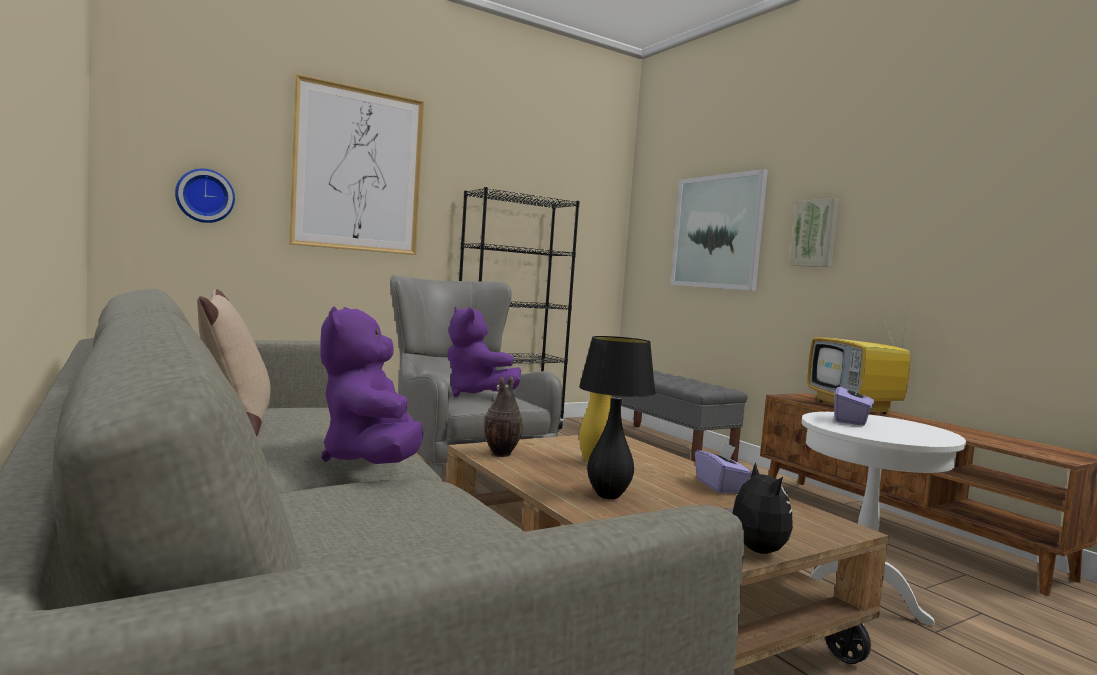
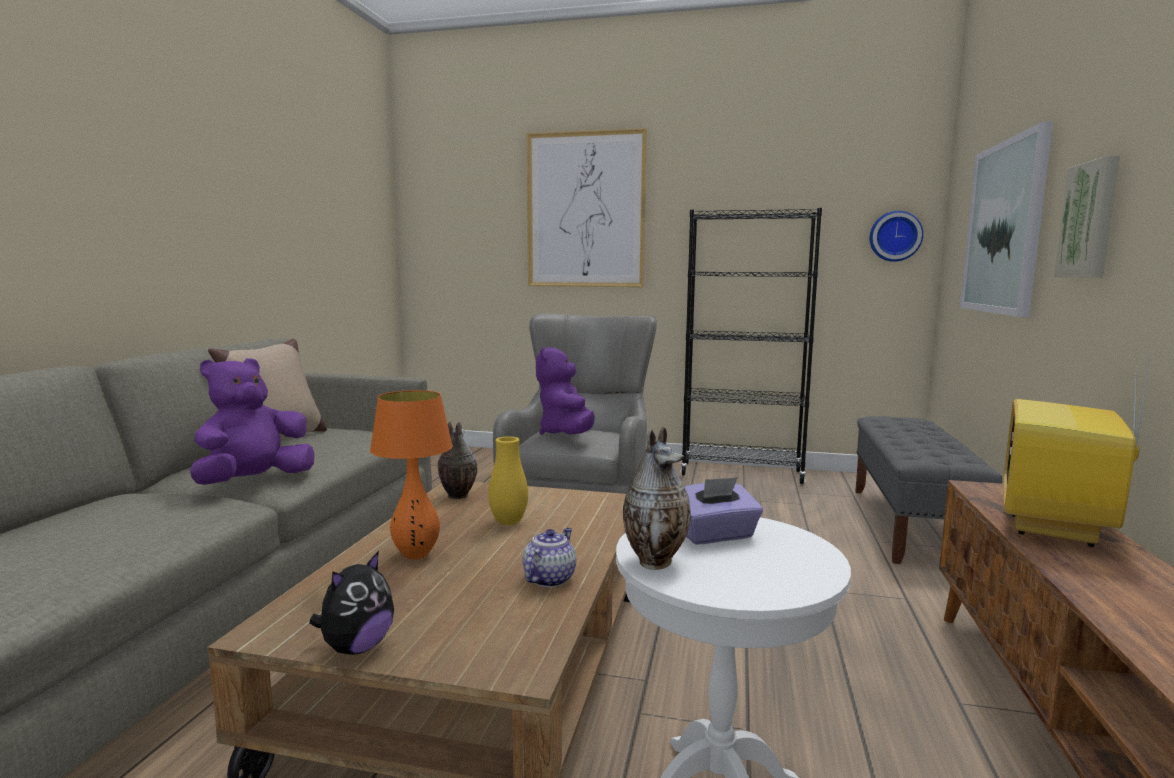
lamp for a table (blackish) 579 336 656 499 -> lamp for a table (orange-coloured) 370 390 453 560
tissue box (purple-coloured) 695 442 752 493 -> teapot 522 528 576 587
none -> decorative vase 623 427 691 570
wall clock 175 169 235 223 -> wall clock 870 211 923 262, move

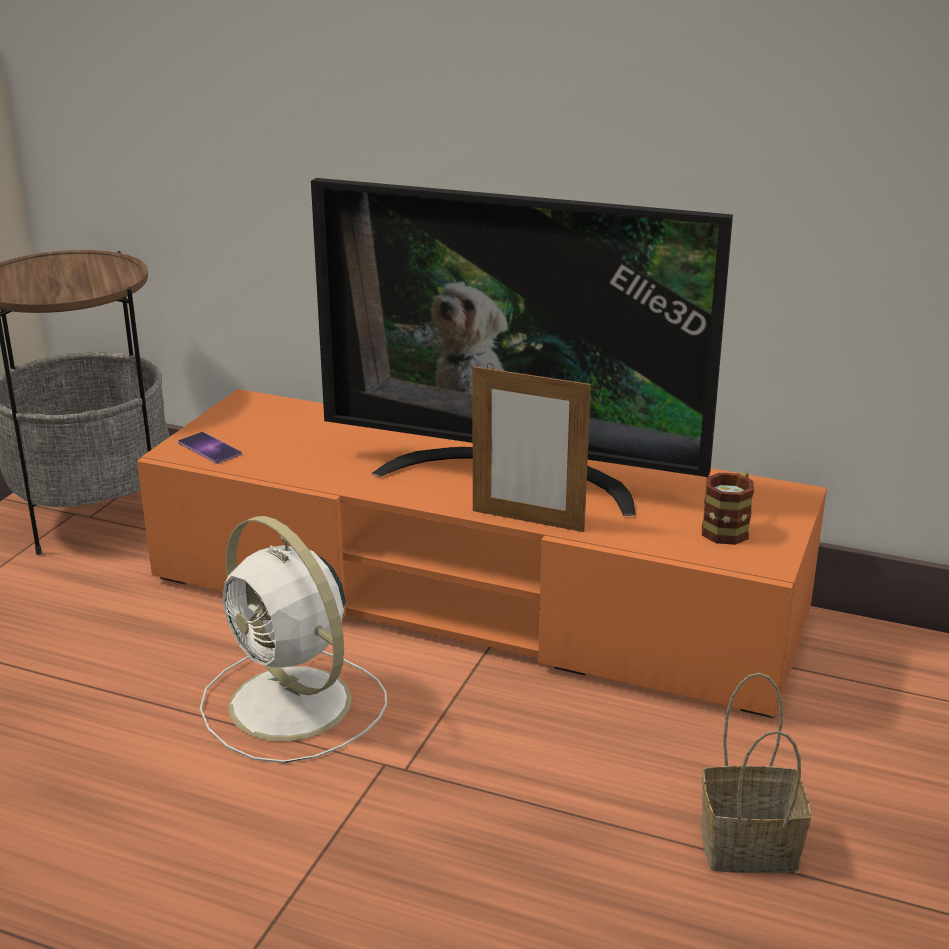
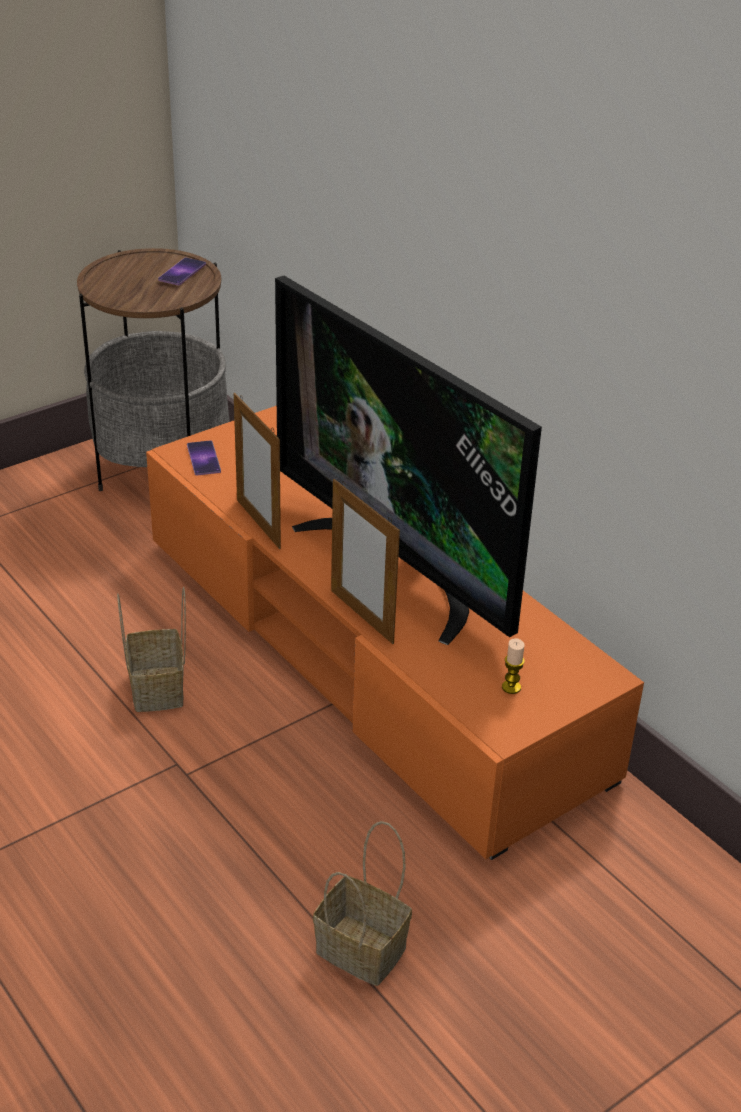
cooling fan (white) 200 516 387 763 -> basket 117 587 186 712
none -> handset 158 258 206 286
none -> standing frame 234 393 281 549
coffee mug 702 471 754 545 -> wax light 502 638 525 694

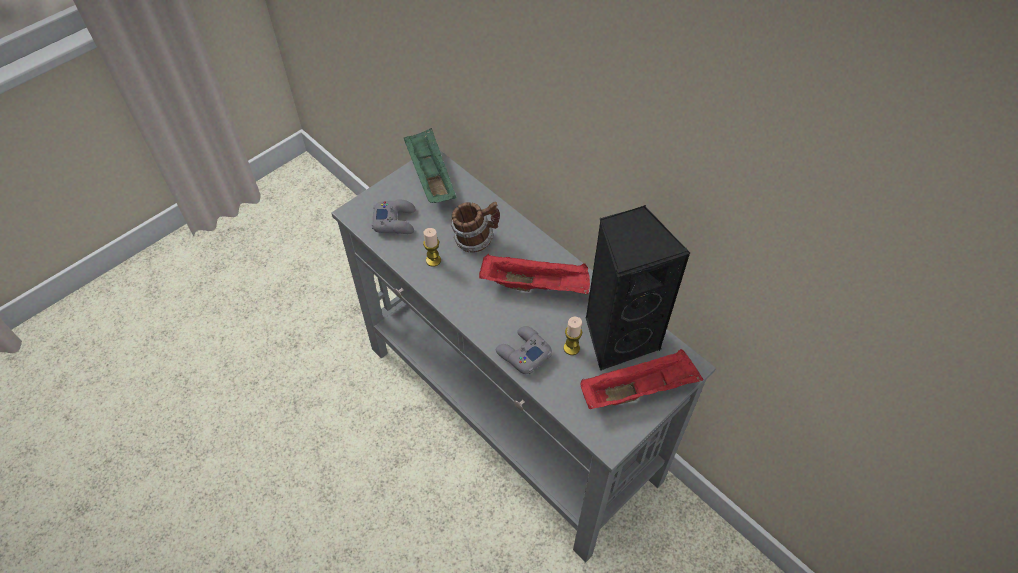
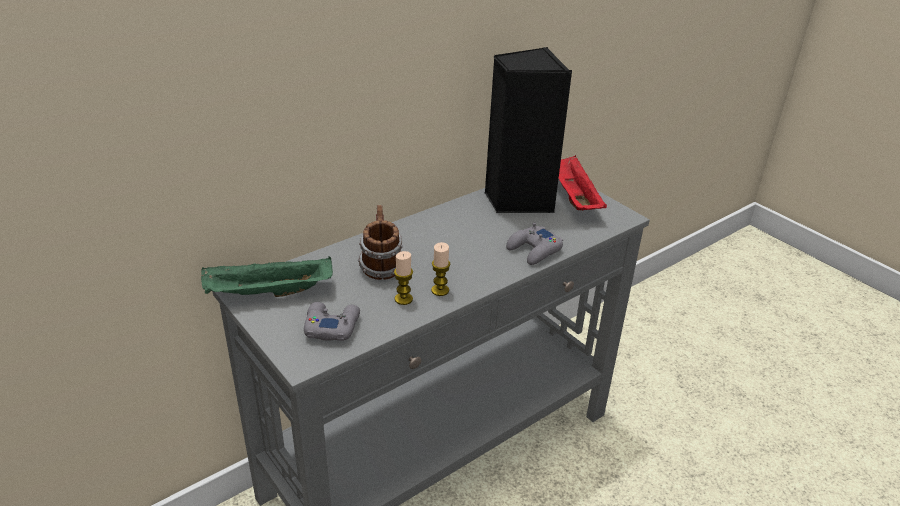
wax light 563 317 582 355 -> wax light 431 242 450 296, move
serving tray (red) 479 254 590 294 -> none

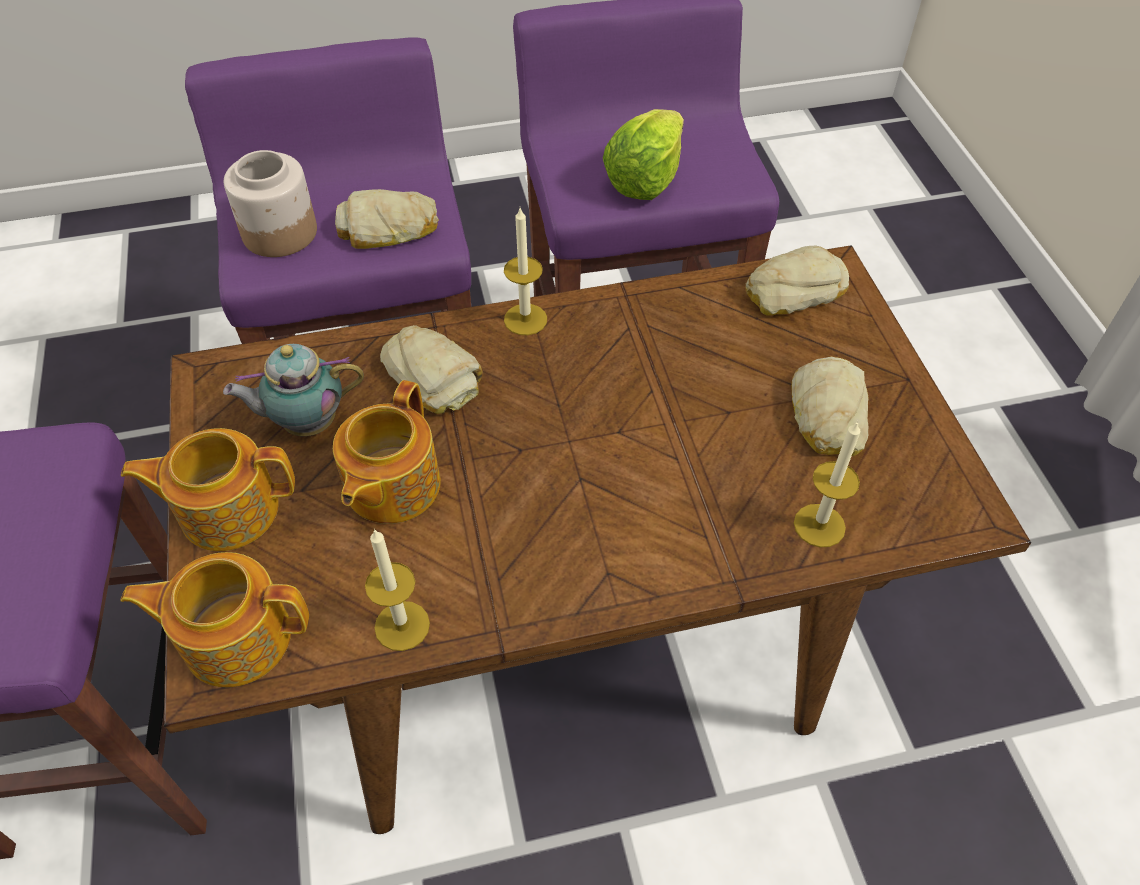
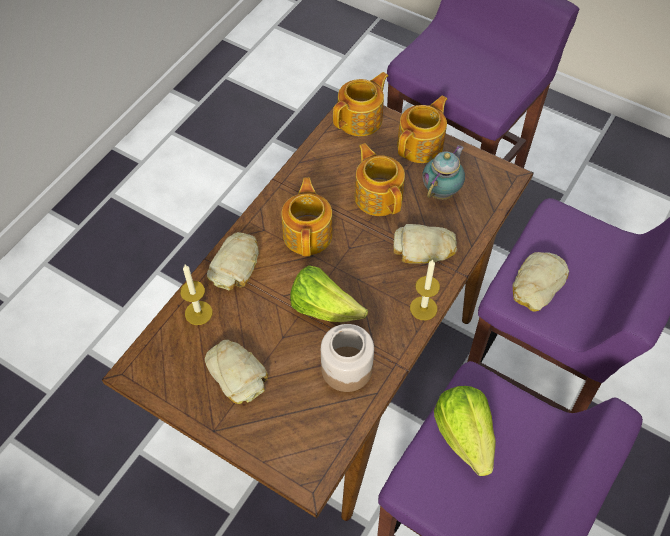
bread 746 245 849 316 -> bread 207 232 259 291, move
none -> teapot 281 178 333 256
none -> head of lettuce 290 265 368 322
jar 224 150 317 257 -> jar 321 324 374 392, move
wax light 365 529 430 651 -> none

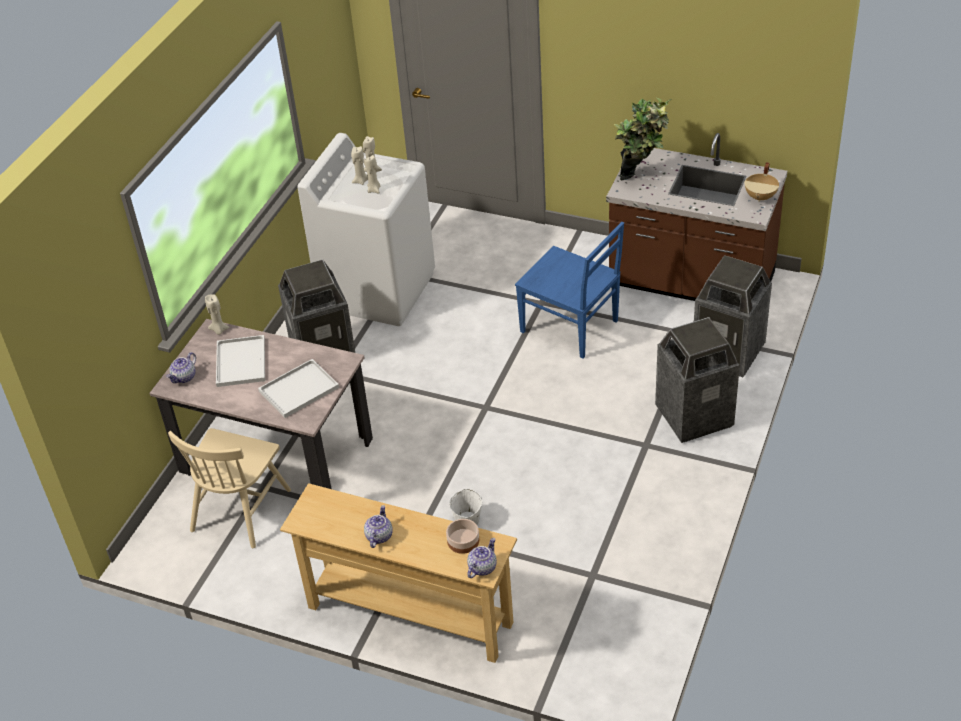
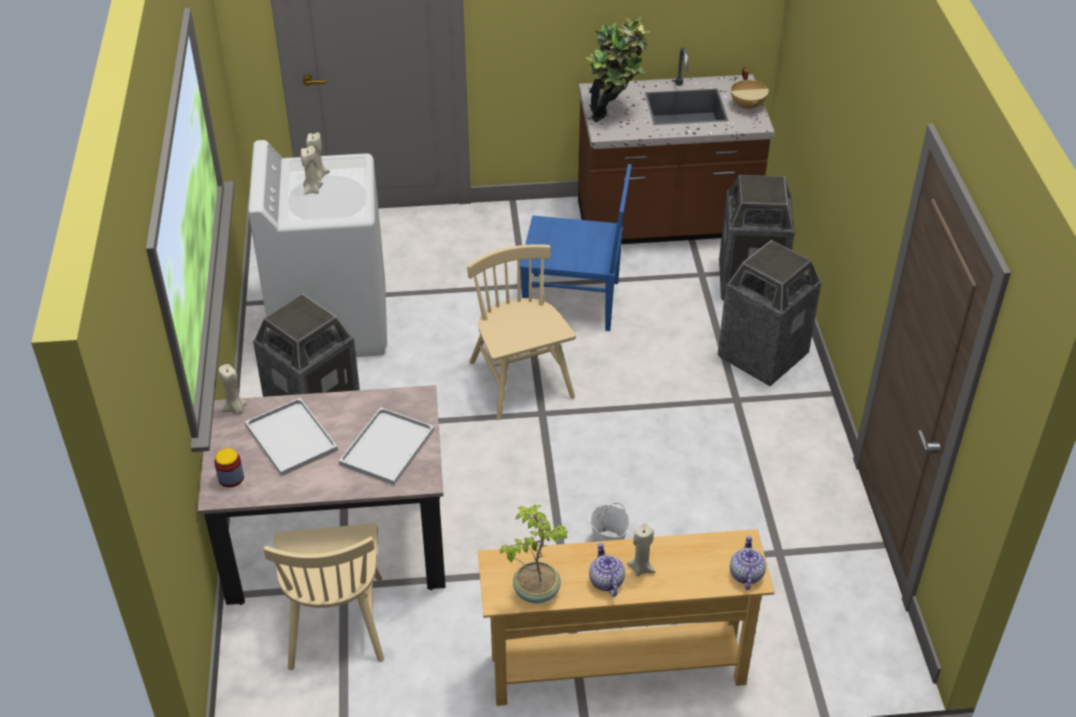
teapot 166 352 196 383 -> jar 214 448 244 487
none -> chair (sand-coloured) 467 244 576 420
none -> houseplant 500 505 568 603
wax light (sand-coloured) 364 155 381 193 -> wax light (sand-coloured) 626 523 656 576, move
bowl 446 519 479 554 -> none

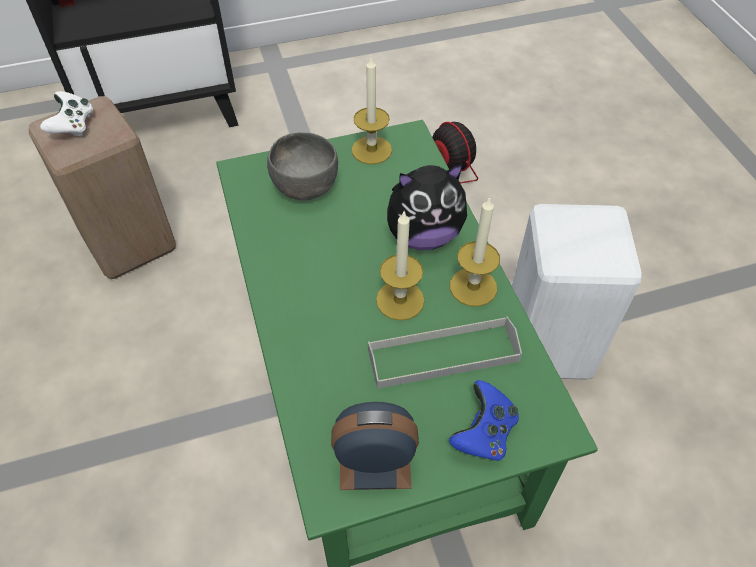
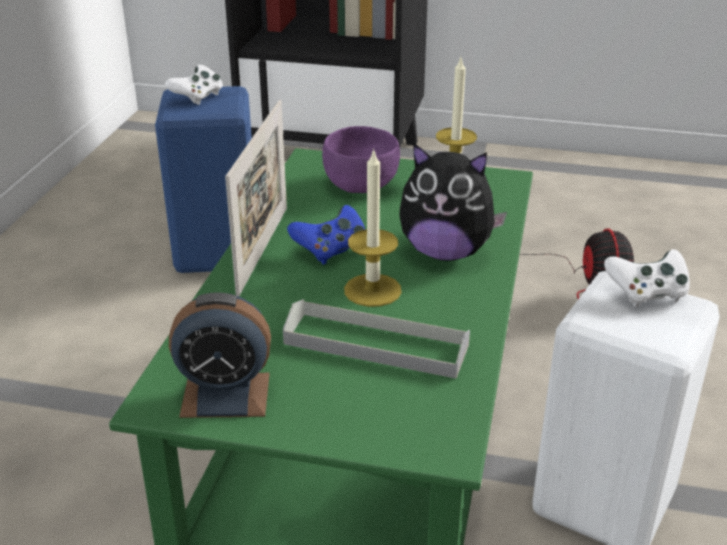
sitting stool (sand-coloured) 29 96 176 279 -> sitting stool (blue-coloured) 155 86 252 273
table clock 331 402 419 490 -> table clock 169 292 271 418, 150 degrees clockwise
none -> standing frame 225 100 287 296
joypad (blue-coloured) 449 380 519 461 -> joypad (blue-coloured) 287 205 365 265, move
bowl (gray) 267 132 338 200 -> bowl (purple-coloured) 322 126 400 193
none -> joypad (white) 604 249 690 307
wax light 450 196 500 307 -> none

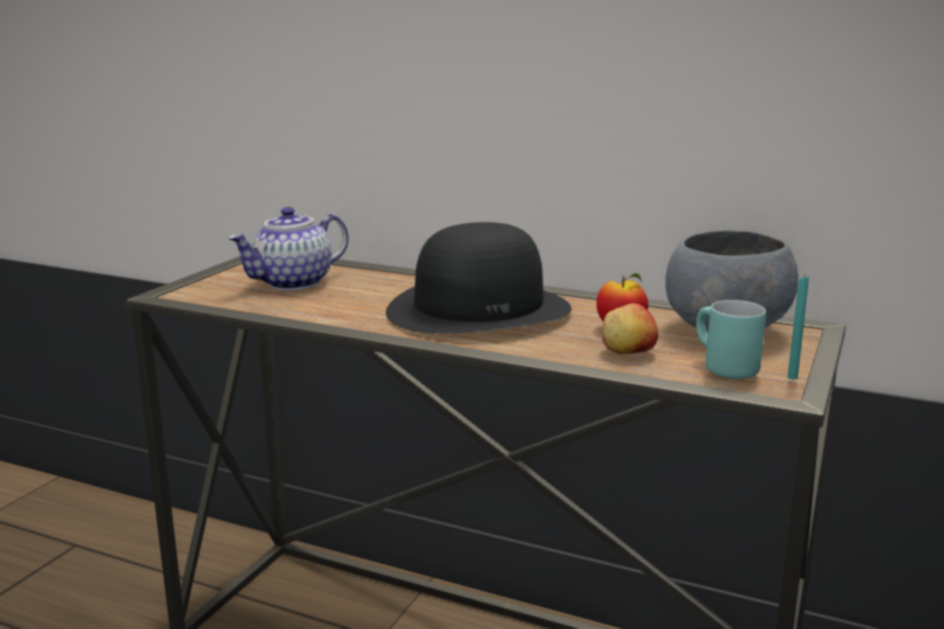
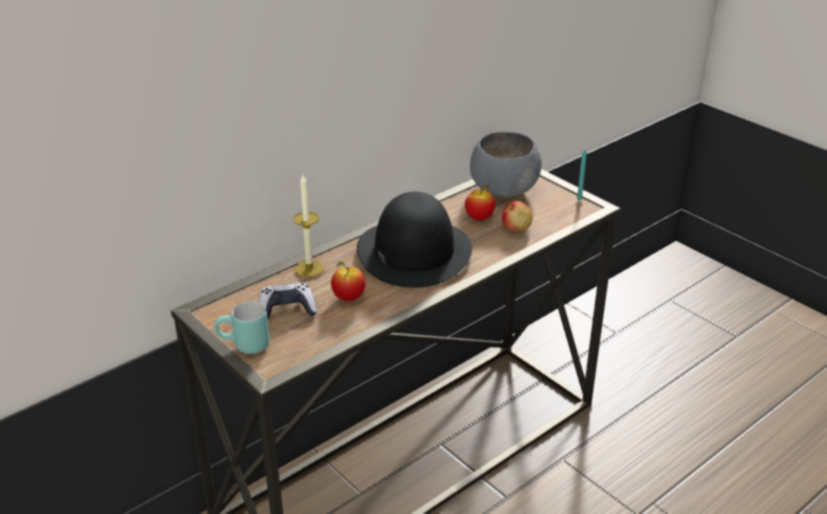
coffee mug (blue-green) 696 300 766 379 -> coffee mug (blue-green) 214 301 269 354, move
teapot 228 207 349 290 -> joypad 258 282 317 320
none -> wax light 293 175 324 277
none -> apple 331 261 366 301

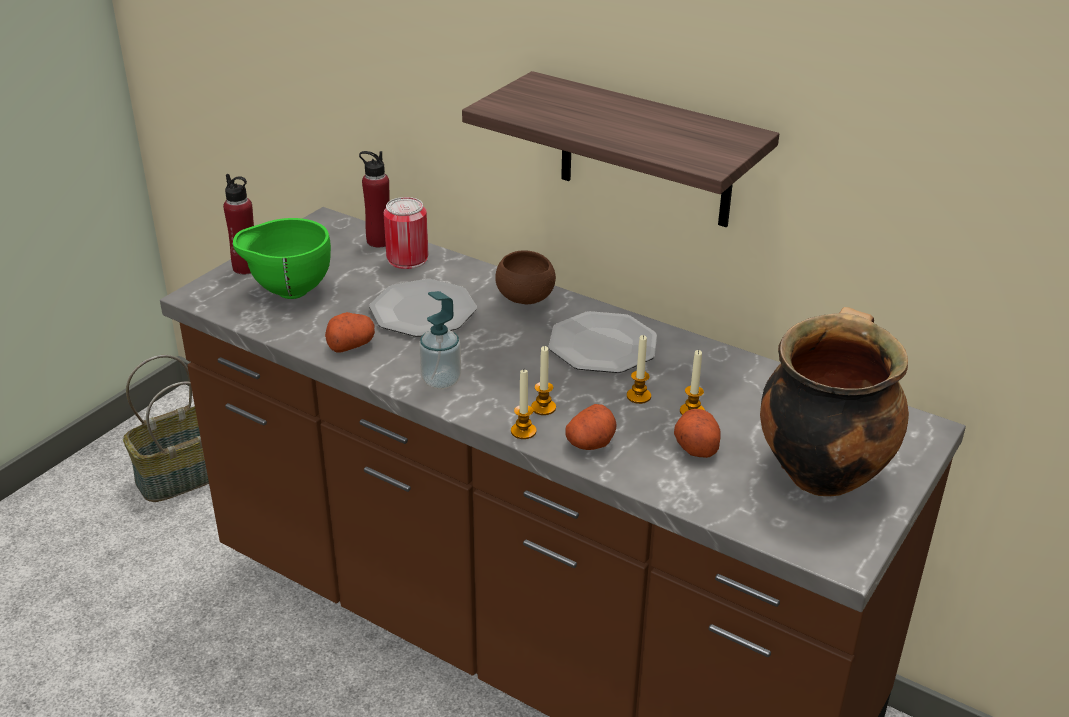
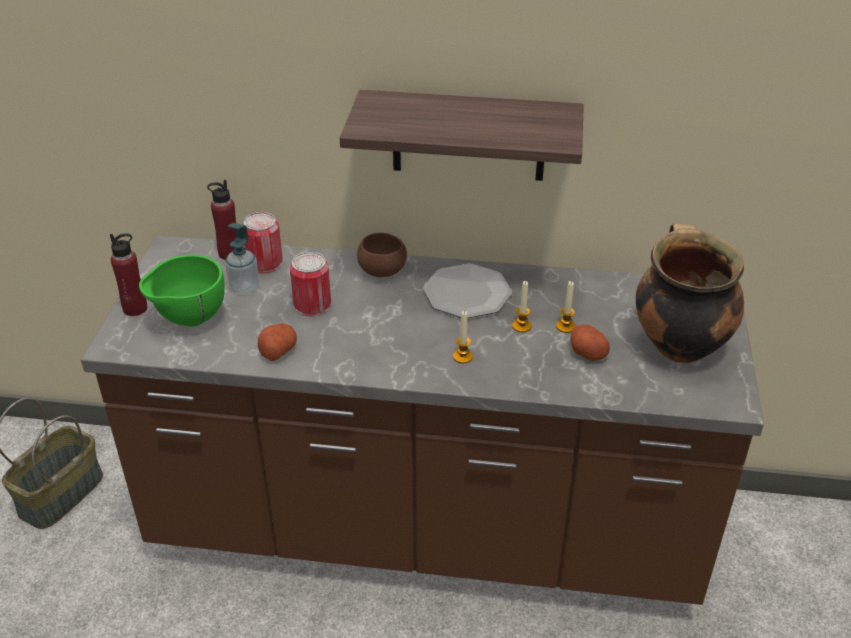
liquid soap bottle 419 291 461 389 -> liquid soap bottle 225 223 259 295, move
dinner plate 369 279 477 337 -> metal can 290 252 331 316
wax light 511 370 536 439 -> none
spud 565 404 617 450 -> none

